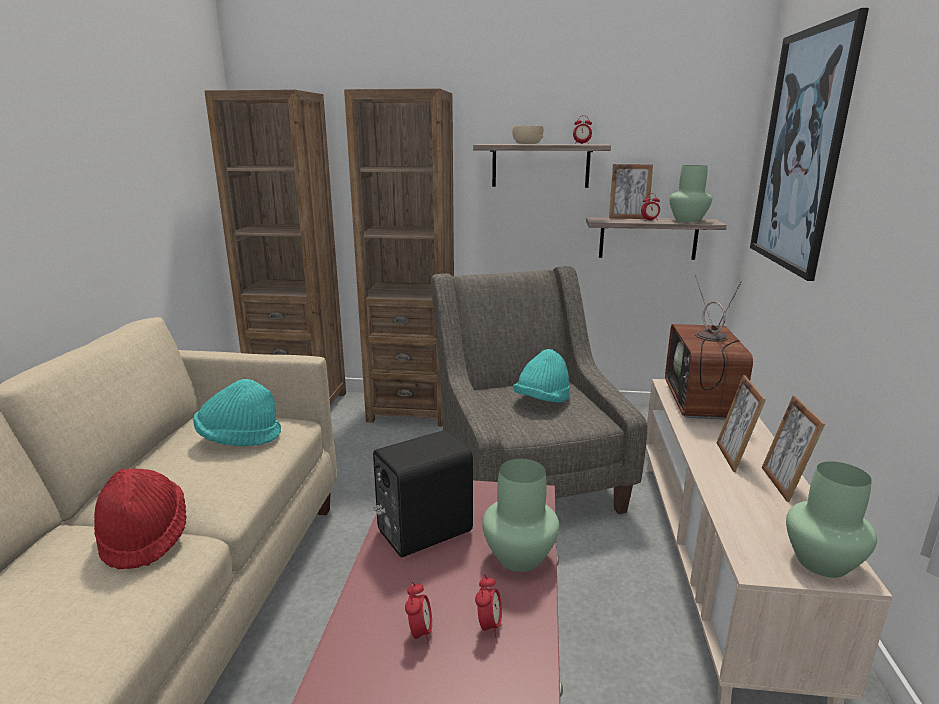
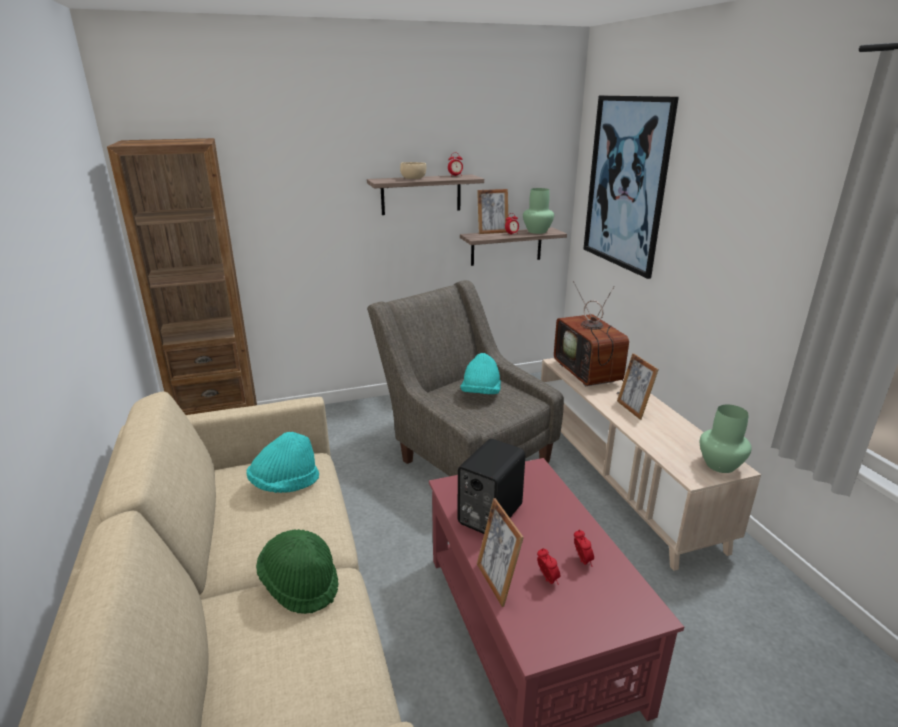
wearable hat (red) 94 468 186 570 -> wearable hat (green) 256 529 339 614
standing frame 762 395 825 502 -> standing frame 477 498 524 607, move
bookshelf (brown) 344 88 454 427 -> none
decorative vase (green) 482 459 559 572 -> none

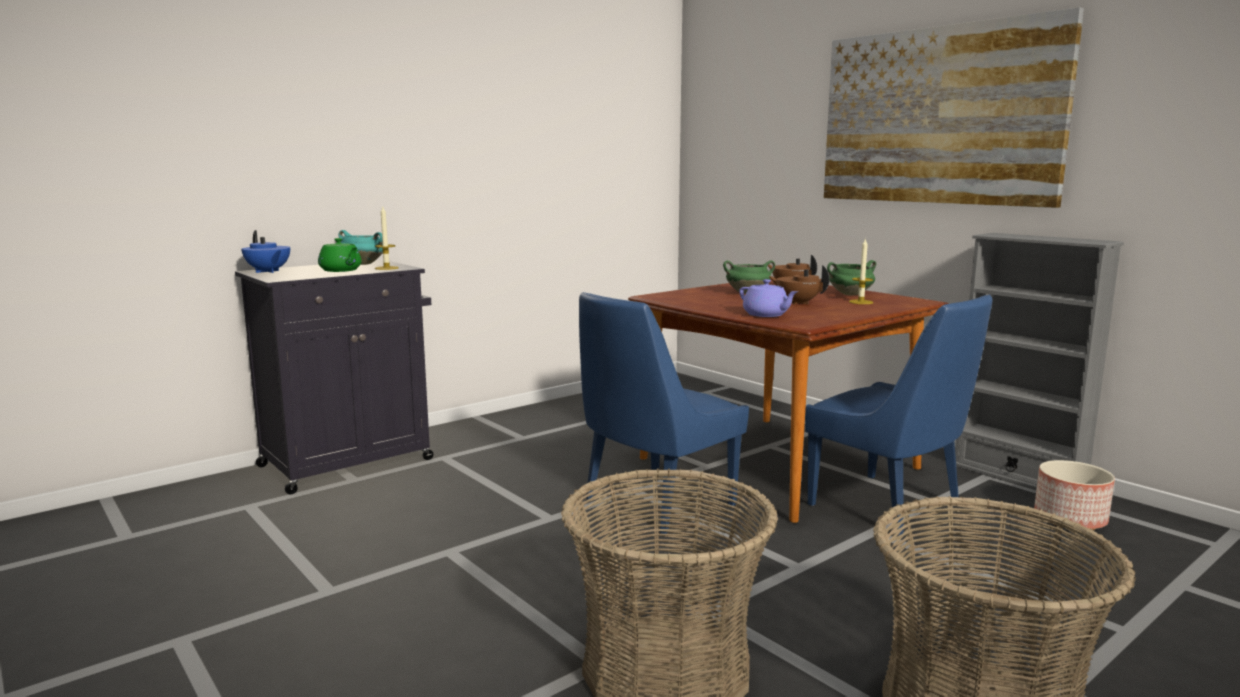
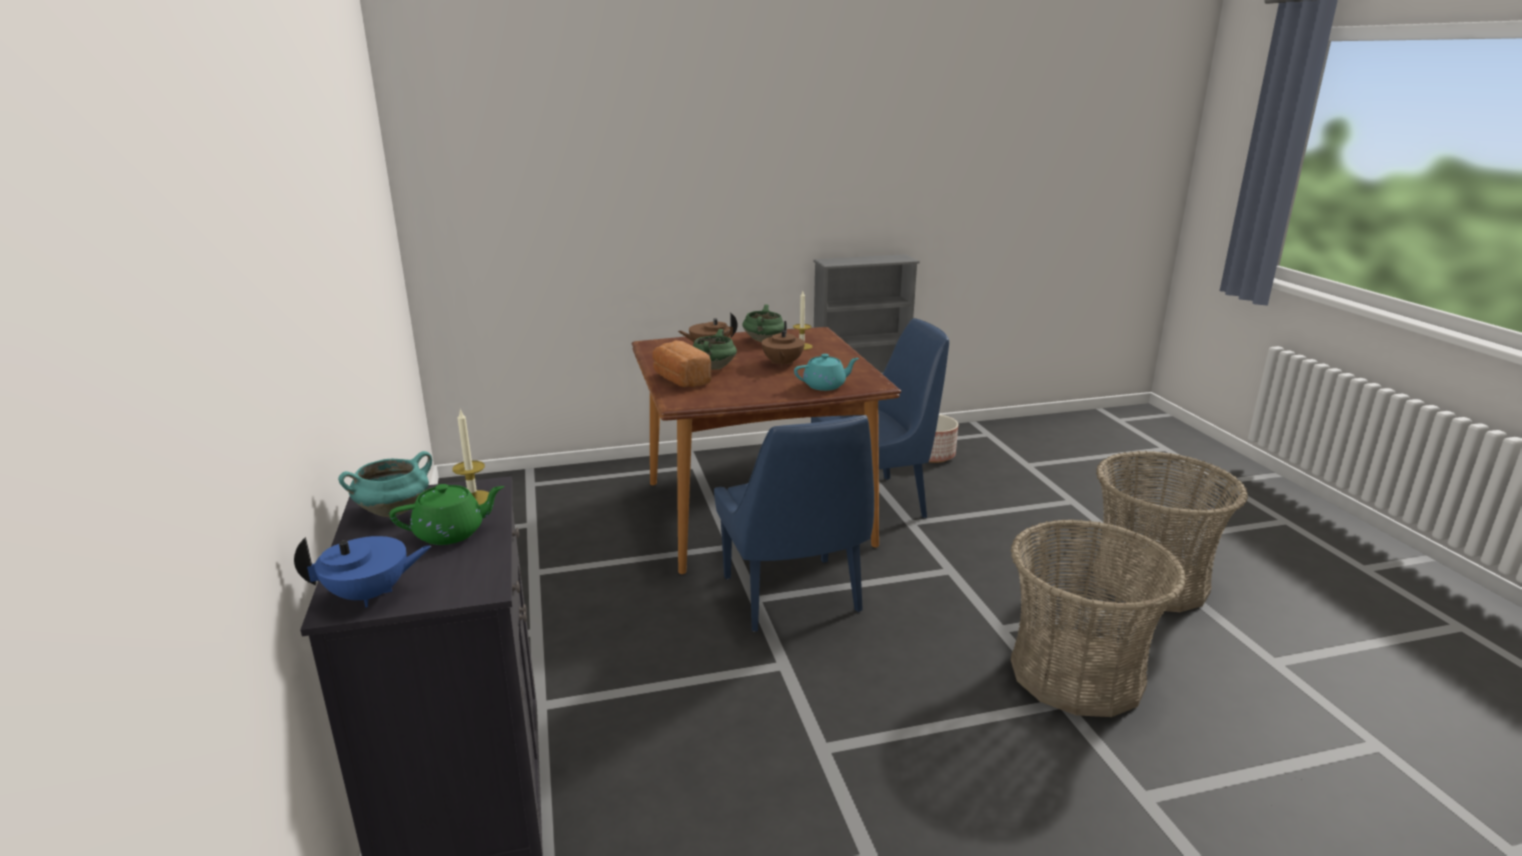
none -> bread 653 340 711 387
teapot (brown) 768 265 830 305 -> teapot (brown) 762 321 805 368, 60 degrees counterclockwise
teapot (purple-coloured) 739 279 798 317 -> teapot (blue-green) 794 354 859 391
picture 824 7 1084 208 -> none

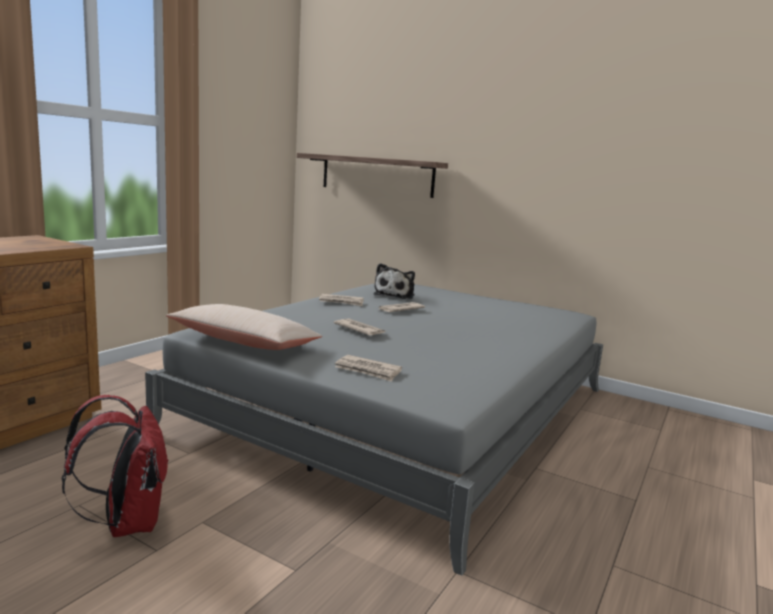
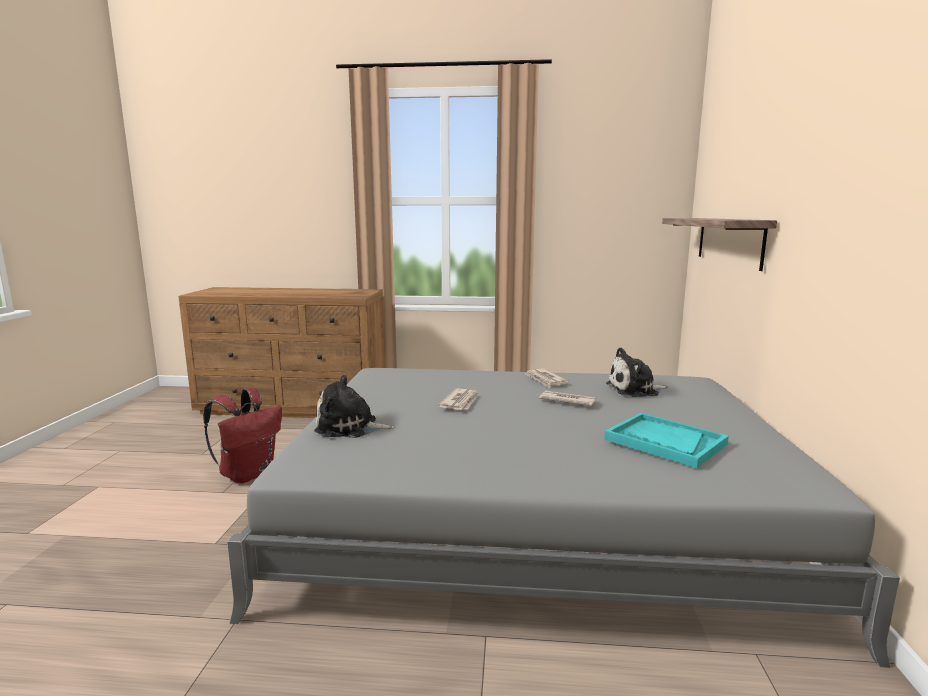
daily paper 335 355 402 382 -> cuddly toy 314 374 395 438
none -> serving tray (blue-green) 605 413 729 468
pillow (sand-coloured) 166 304 322 350 -> none

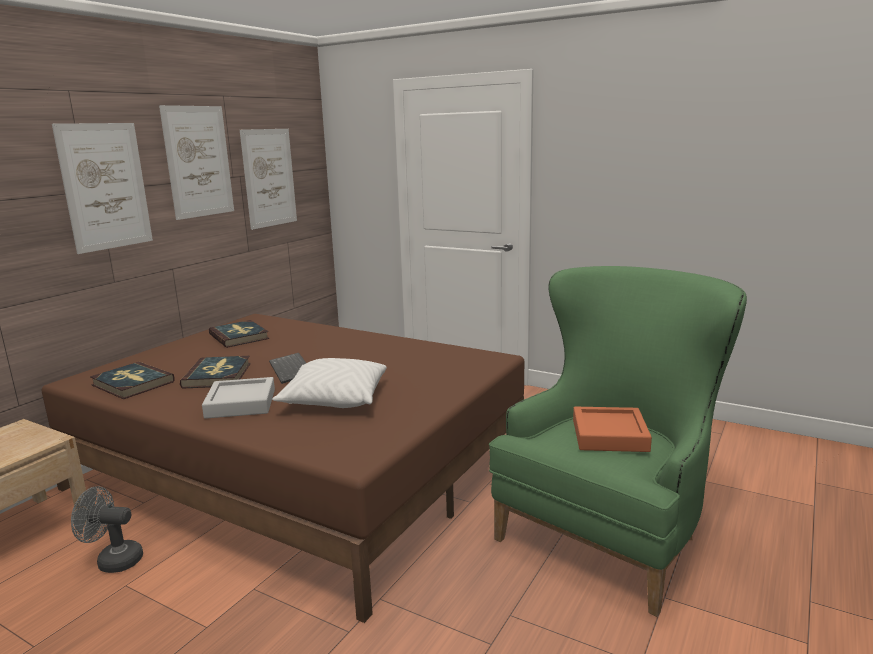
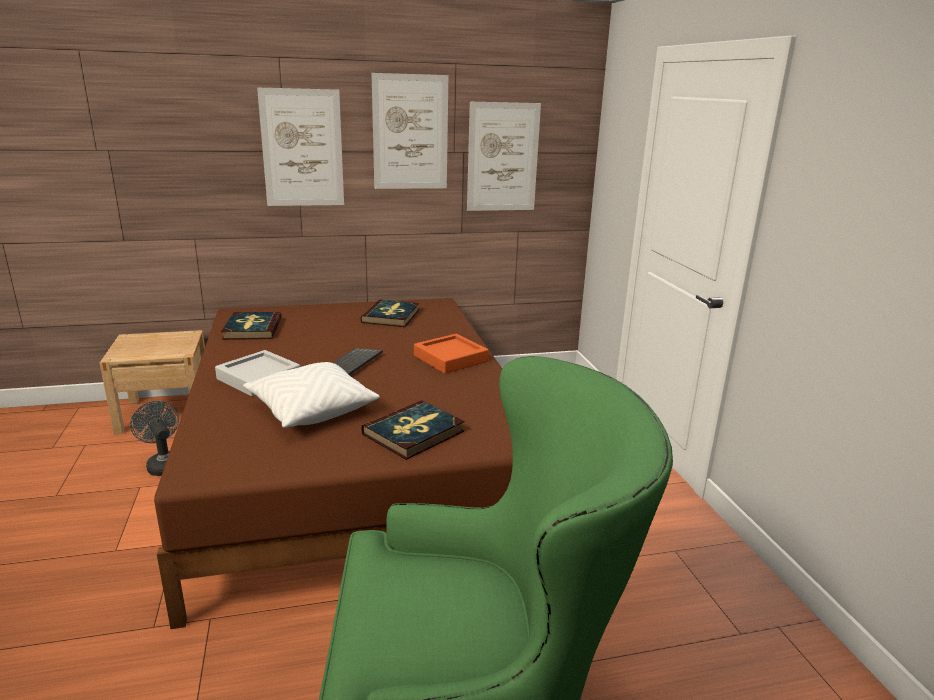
volume 180 356 251 389 -> volume 361 400 465 460, move
serving tray (orange-coloured) 573 407 652 452 -> serving tray (orange-coloured) 414 334 489 374, move

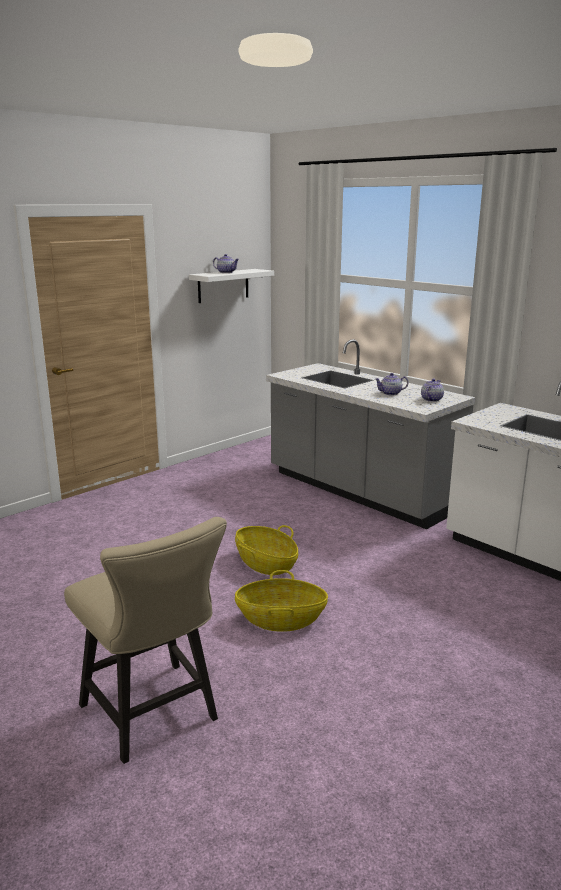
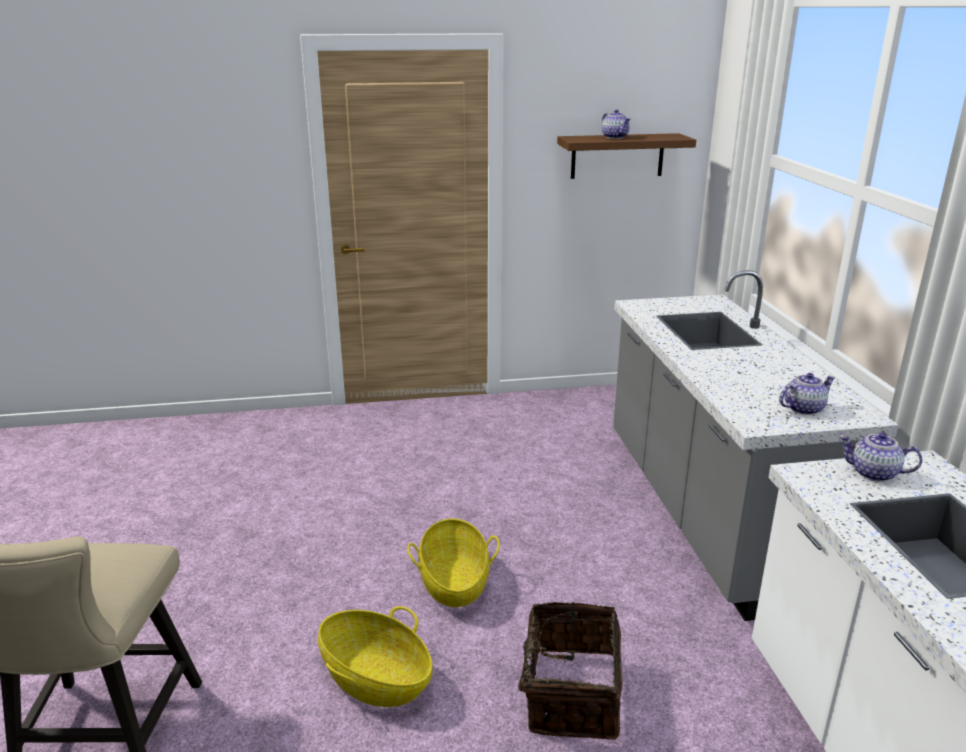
none -> basket 497 602 623 740
wall shelf (white) 189 269 274 303 -> wall shelf (brown) 557 133 696 179
teapot 375 373 408 396 -> teapot 839 433 922 482, move

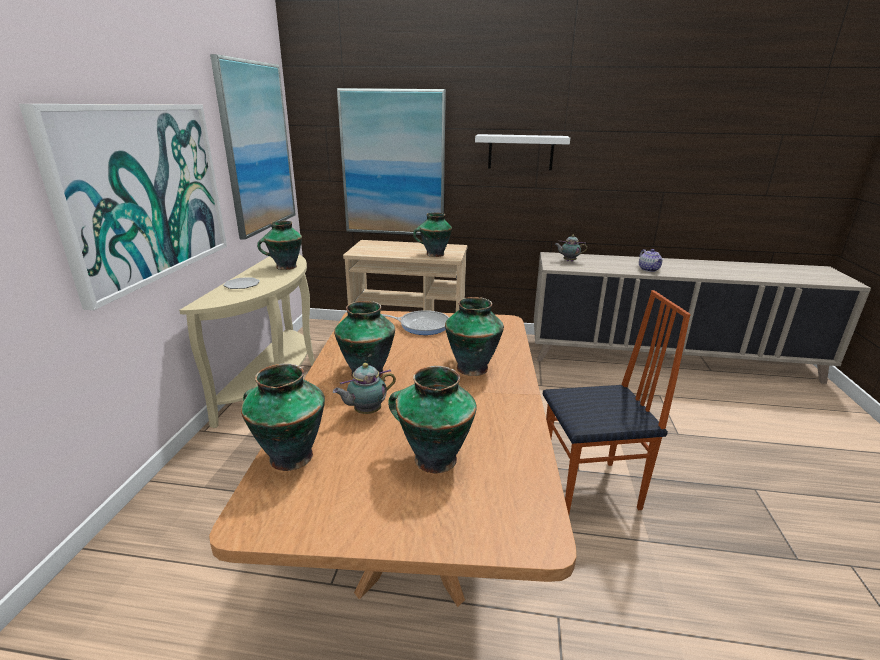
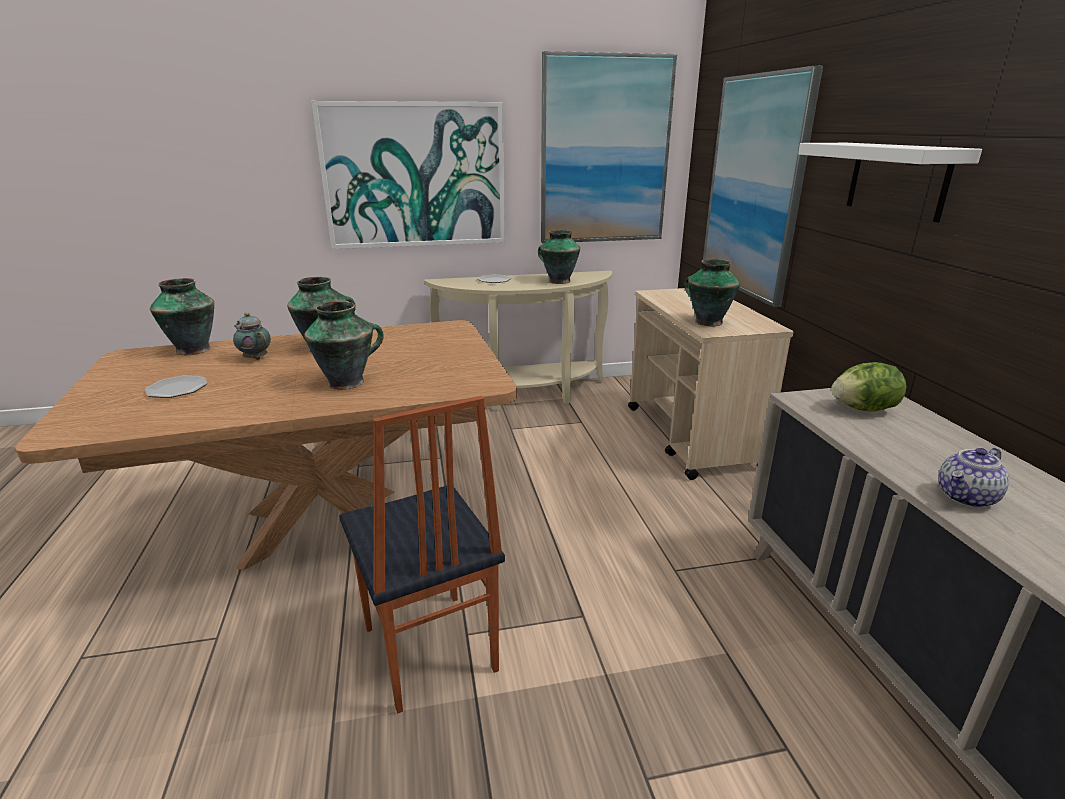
decorative vase 388 366 477 473 -> dinner plate 145 375 208 398
teapot 555 235 587 262 -> head of lettuce 831 362 907 412
frying pan 382 310 449 335 -> none

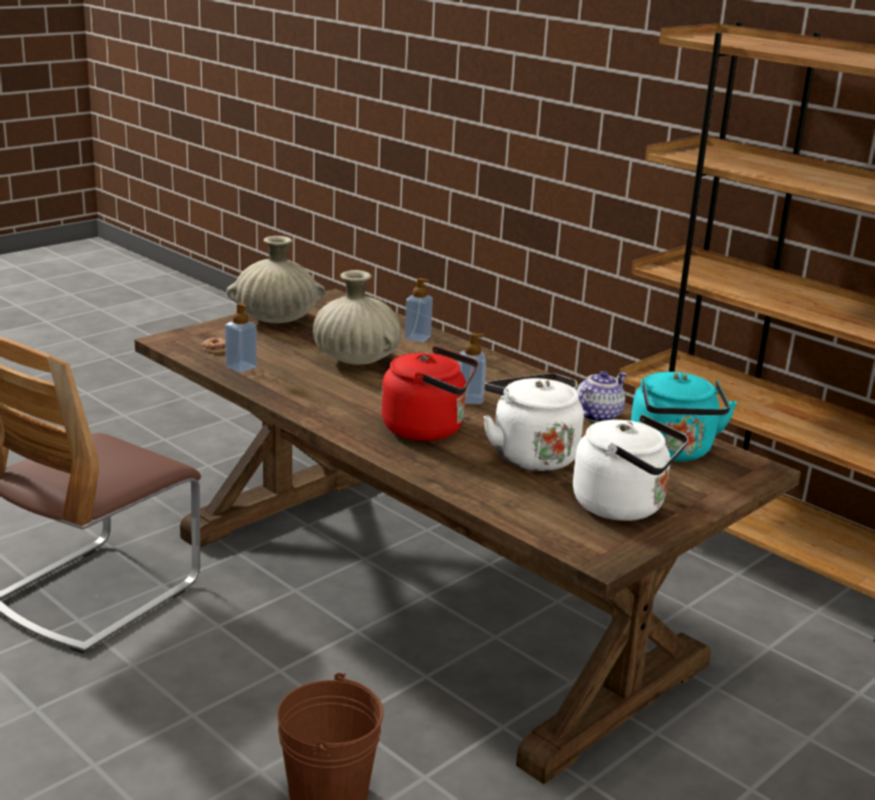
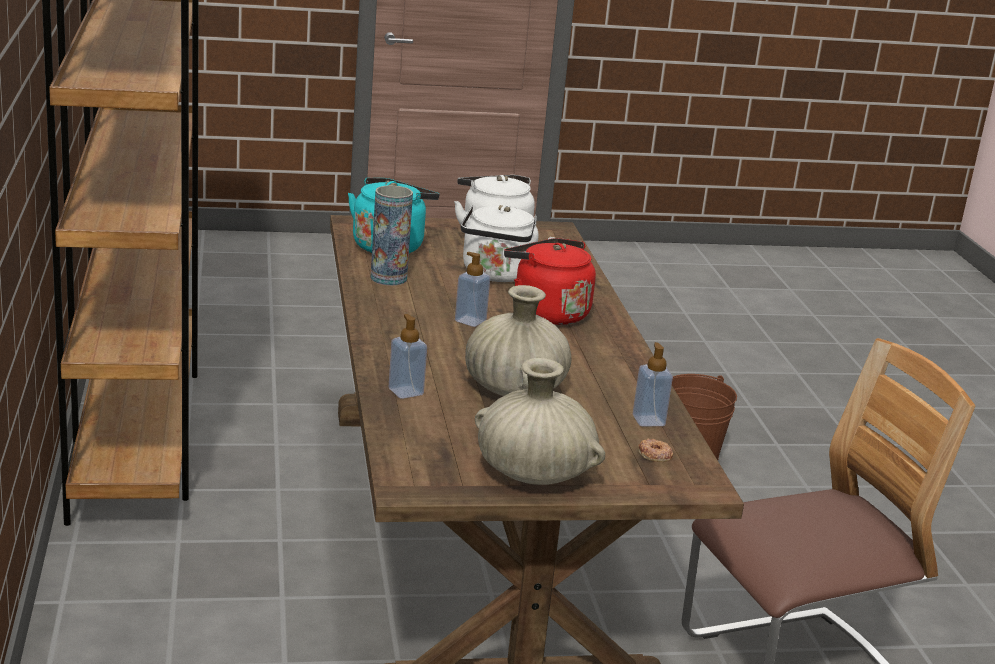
teapot 577 371 627 422 -> decorative vase 371 185 413 286

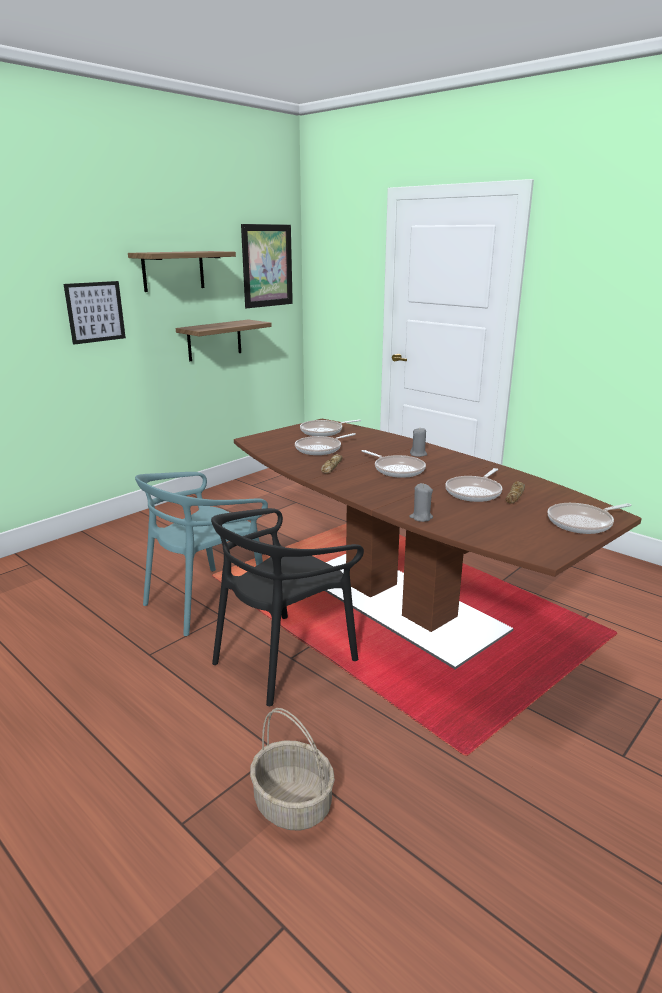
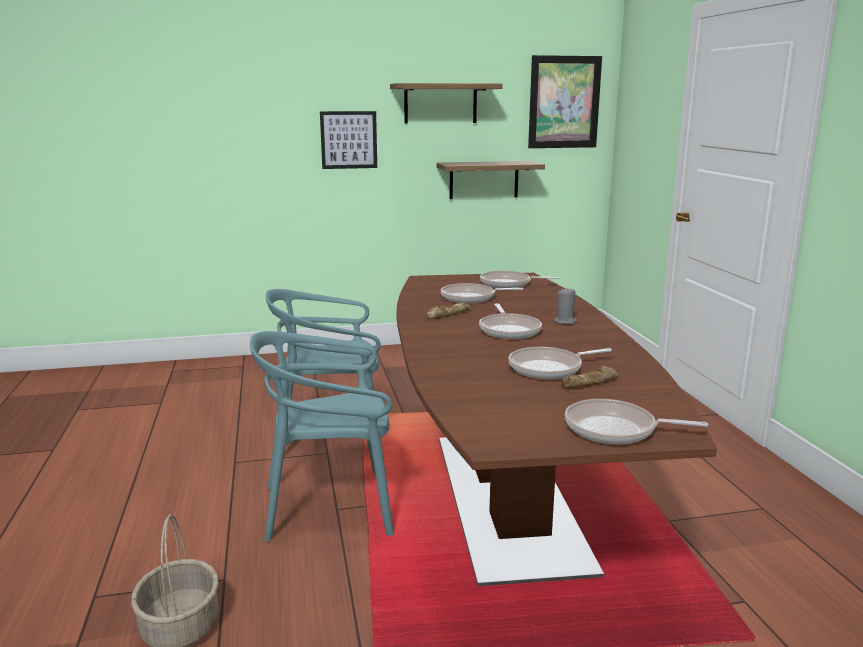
chair (blackish) 211 508 364 706 -> chair (blue-green) 250 331 394 541
wax light (gray) 409 483 433 522 -> none

